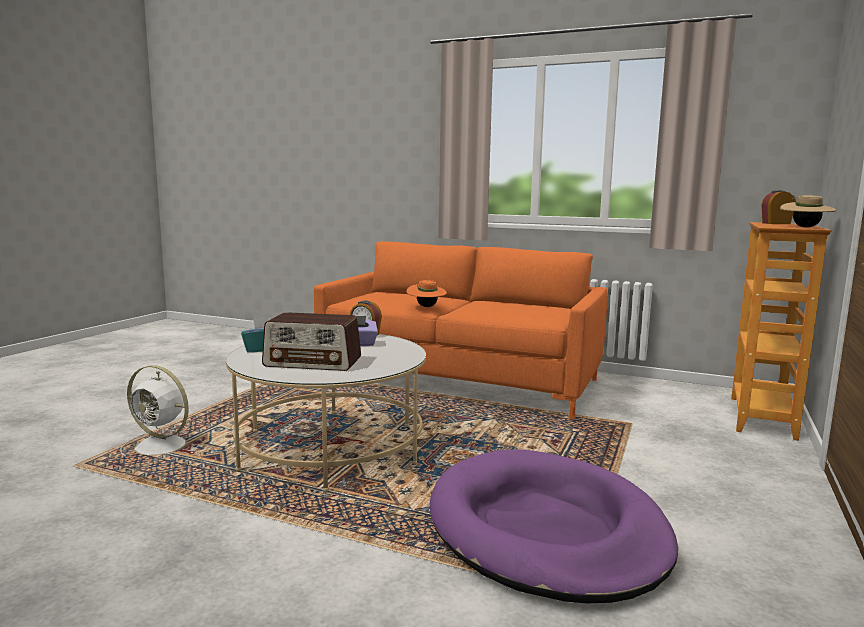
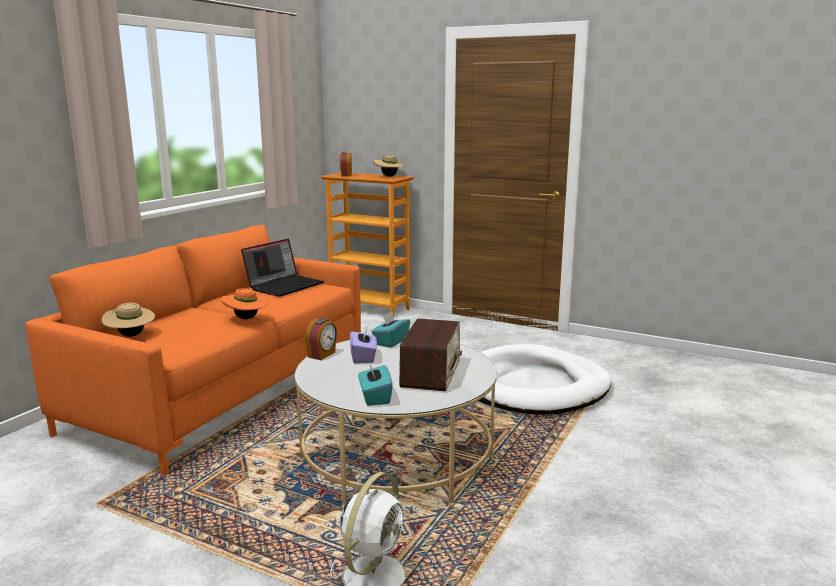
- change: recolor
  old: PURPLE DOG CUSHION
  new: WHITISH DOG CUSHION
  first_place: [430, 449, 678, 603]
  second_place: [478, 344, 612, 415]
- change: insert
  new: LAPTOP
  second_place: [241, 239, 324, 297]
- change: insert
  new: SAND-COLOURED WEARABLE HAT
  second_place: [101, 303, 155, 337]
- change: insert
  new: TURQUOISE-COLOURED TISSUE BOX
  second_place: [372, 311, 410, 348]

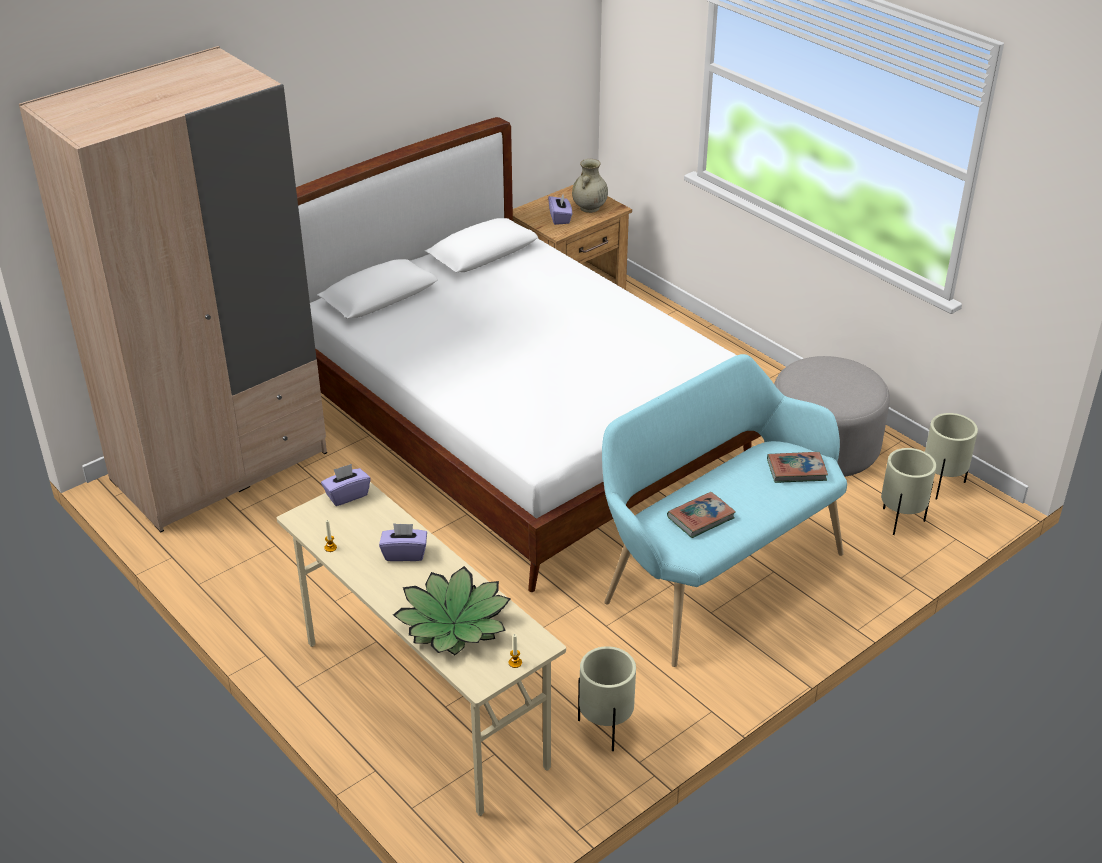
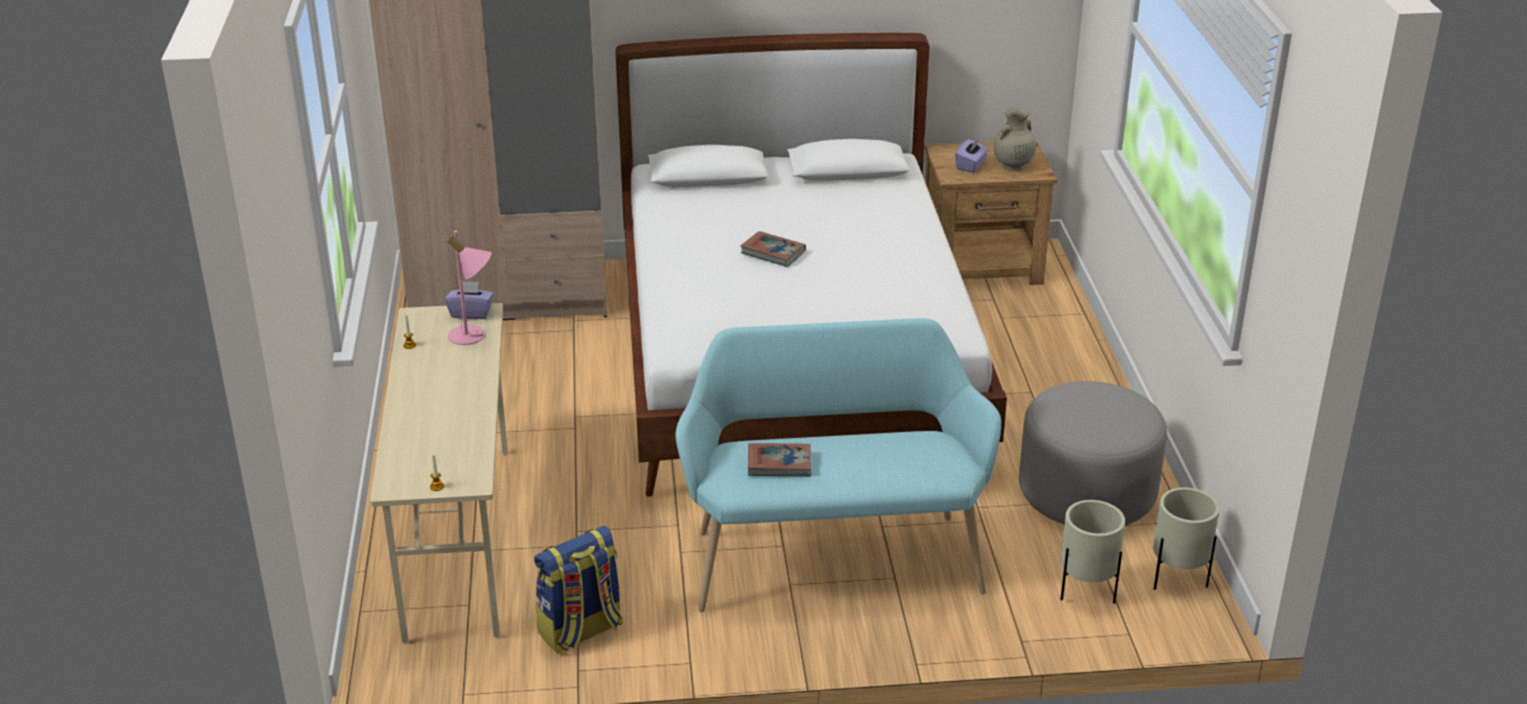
- change: move
  old: BOUND BOOK
  first_place: [767, 452, 828, 483]
  second_place: [740, 231, 806, 267]
- change: delete
  old: PURPLE TISSUE BOX
  first_place: [379, 523, 427, 561]
- change: delete
  old: POTTED PLANT
  first_place: [393, 566, 511, 655]
- change: replace
  old: SAND-COLOURED PLANT POT
  new: KNAPSACK
  first_place: [578, 646, 636, 751]
  second_place: [534, 526, 623, 654]
- change: insert
  new: PINKISH TABLE LAMP
  second_place: [443, 231, 492, 345]

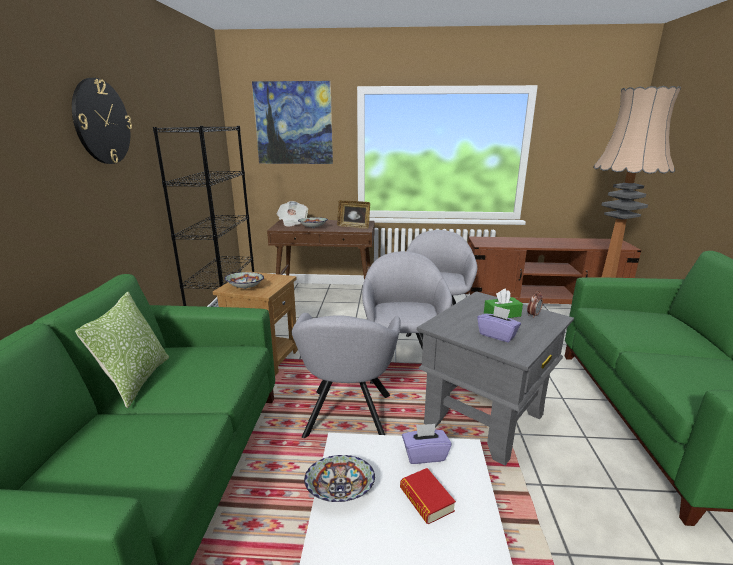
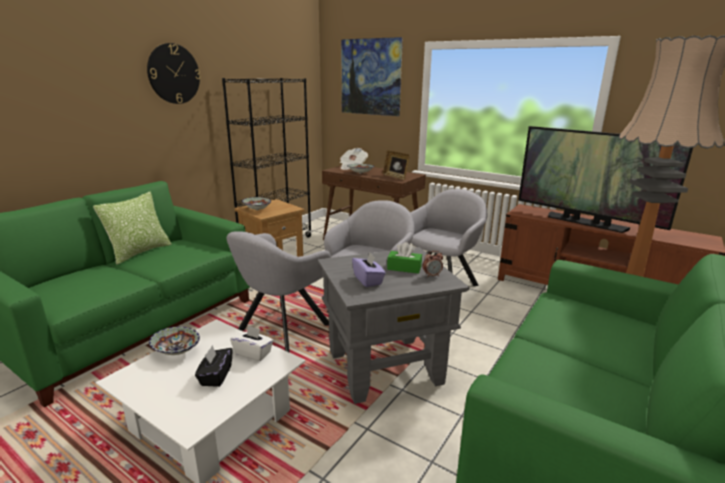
- change: recolor
  old: PURPLE TISSUE BOX
  new: WHITISH TISSUE BOX
  first_place: [402, 424, 452, 464]
  second_place: [230, 326, 274, 361]
- change: replace
  old: BOUND BOOK
  new: BLACK-COLOURED TISSUE BOX
  first_place: [400, 468, 456, 524]
  second_place: [195, 345, 232, 387]
- change: insert
  new: TV
  second_place: [518, 126, 693, 233]

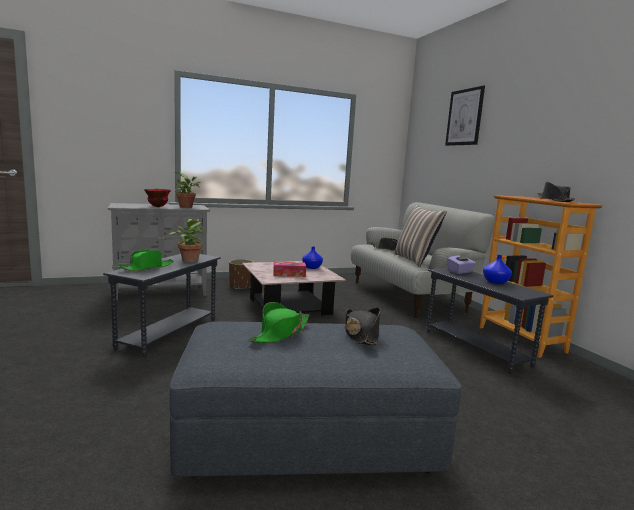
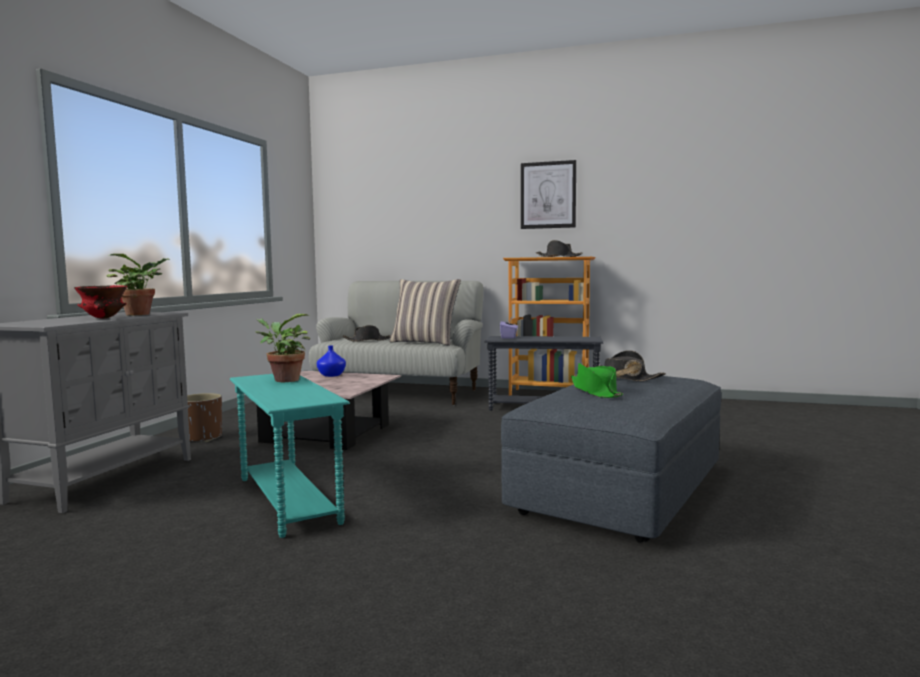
- change: move
  old: WALL PICTURE
  first_place: [445, 85, 485, 146]
  second_place: [521, 160, 576, 229]
- change: delete
  old: GREEN WEARABLE HAT
  first_place: [117, 250, 174, 271]
- change: recolor
  old: GREY END TABLE
  new: TURQUOISE-COLOURED END TABLE
  first_place: [103, 254, 221, 357]
  second_place: [230, 374, 350, 538]
- change: delete
  old: BLUE FLOWER VASE
  first_place: [483, 255, 512, 284]
- change: delete
  old: TISSUE BOX
  first_place: [273, 261, 306, 277]

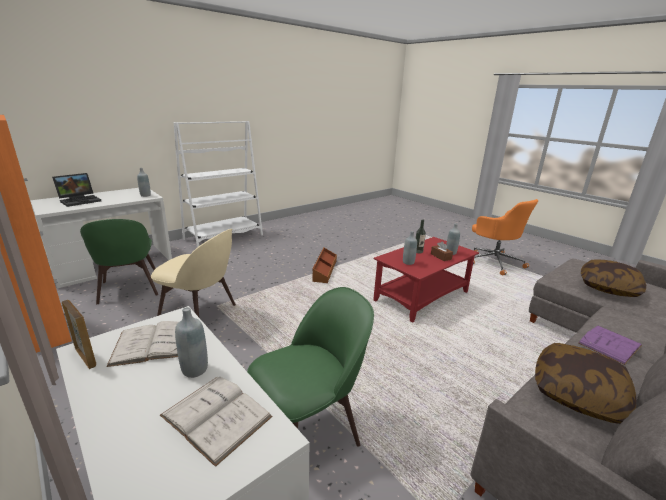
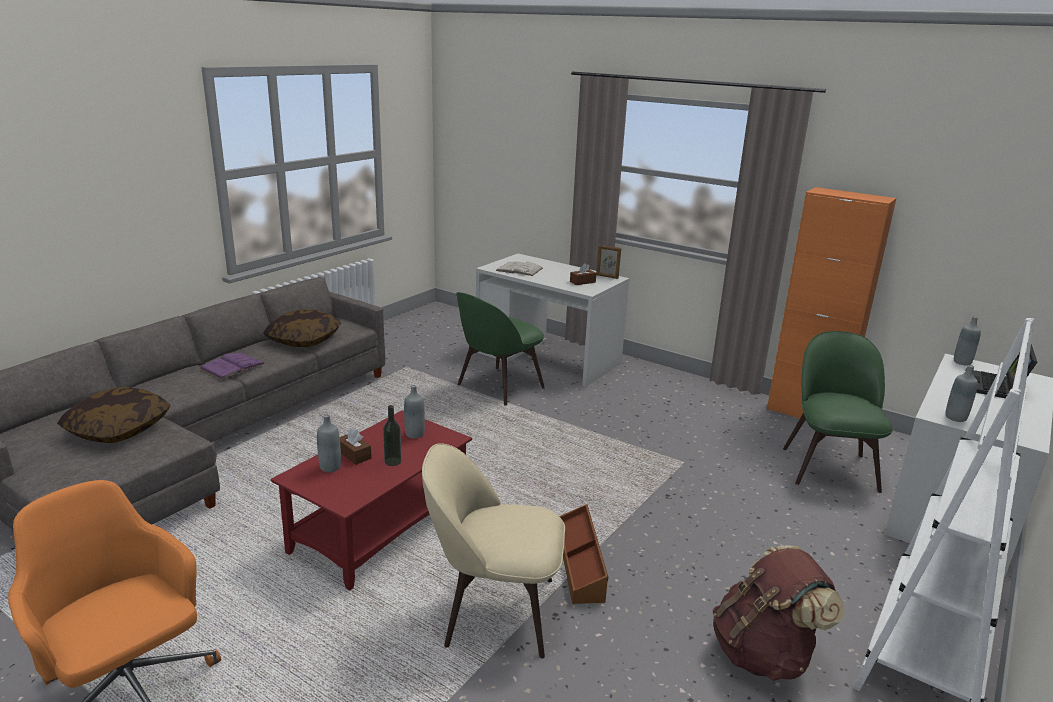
- change: rotate
  old: GREEN CHAIR
  first_place: [80, 219, 158, 304]
  second_place: [783, 331, 893, 493]
  degrees: 45
- change: move
  old: SAND-COLOURED CHAIR
  first_place: [151, 229, 236, 317]
  second_place: [422, 443, 565, 658]
- change: move
  old: GREY BOTTLE
  first_place: [175, 307, 208, 378]
  second_place: [954, 316, 981, 366]
- change: replace
  old: WHITISH BOUND BOOK
  new: BROWN-COLOURED TISSUE BOX
  first_place: [106, 321, 179, 367]
  second_place: [570, 263, 596, 285]
- change: insert
  new: BROWN-COLOURED KNAPSACK
  second_place: [713, 545, 845, 681]

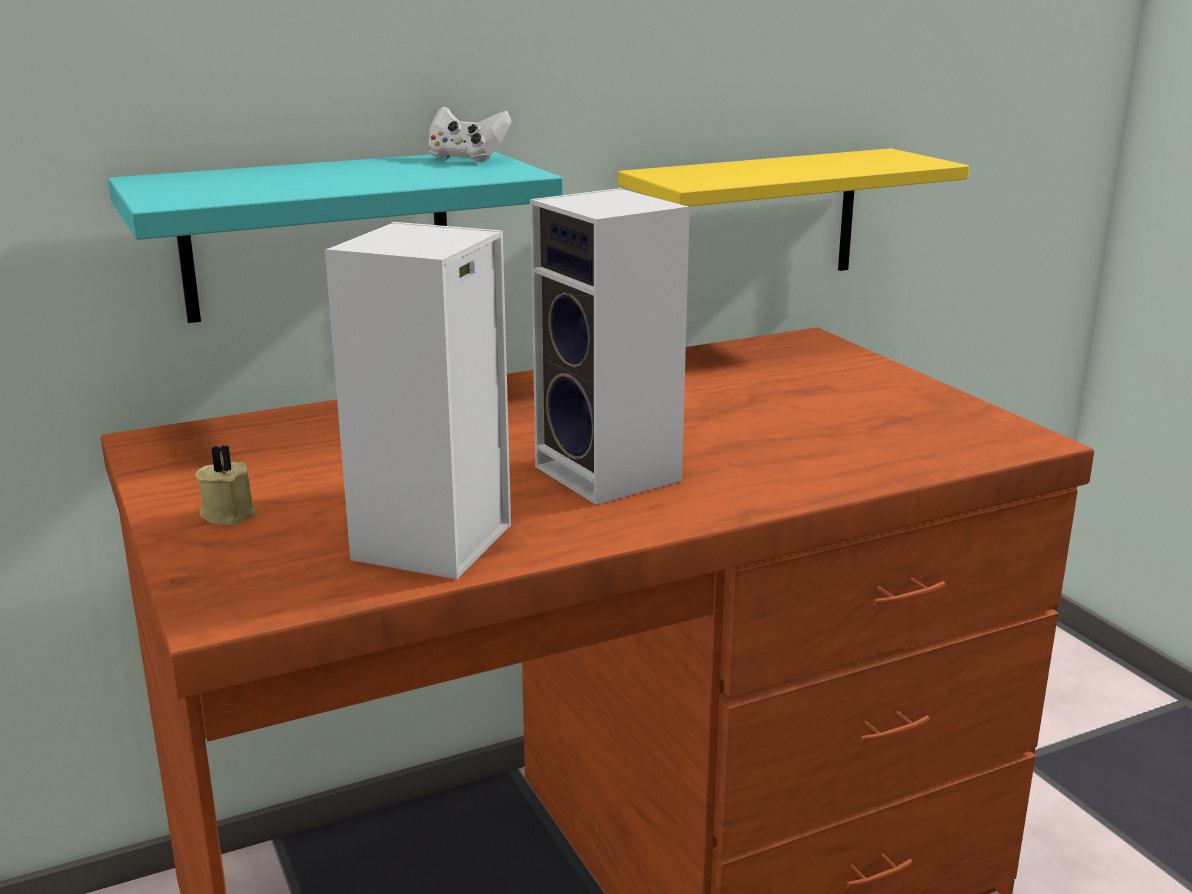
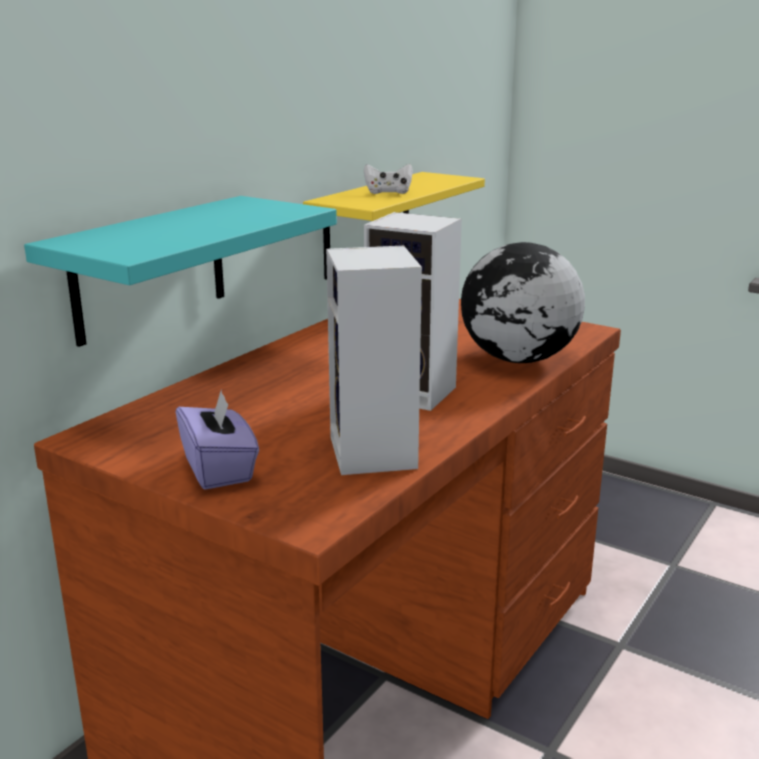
- change: move
  old: WHITISH GAME CONTROLLER
  first_place: [428, 107, 512, 161]
  second_place: [364, 164, 413, 194]
- change: replace
  old: SAND-COLOURED WAX LIGHT
  new: PURPLE TISSUE BOX
  first_place: [195, 444, 257, 525]
  second_place: [176, 390, 259, 490]
- change: insert
  new: DESK GLOBE
  second_place: [461, 242, 585, 363]

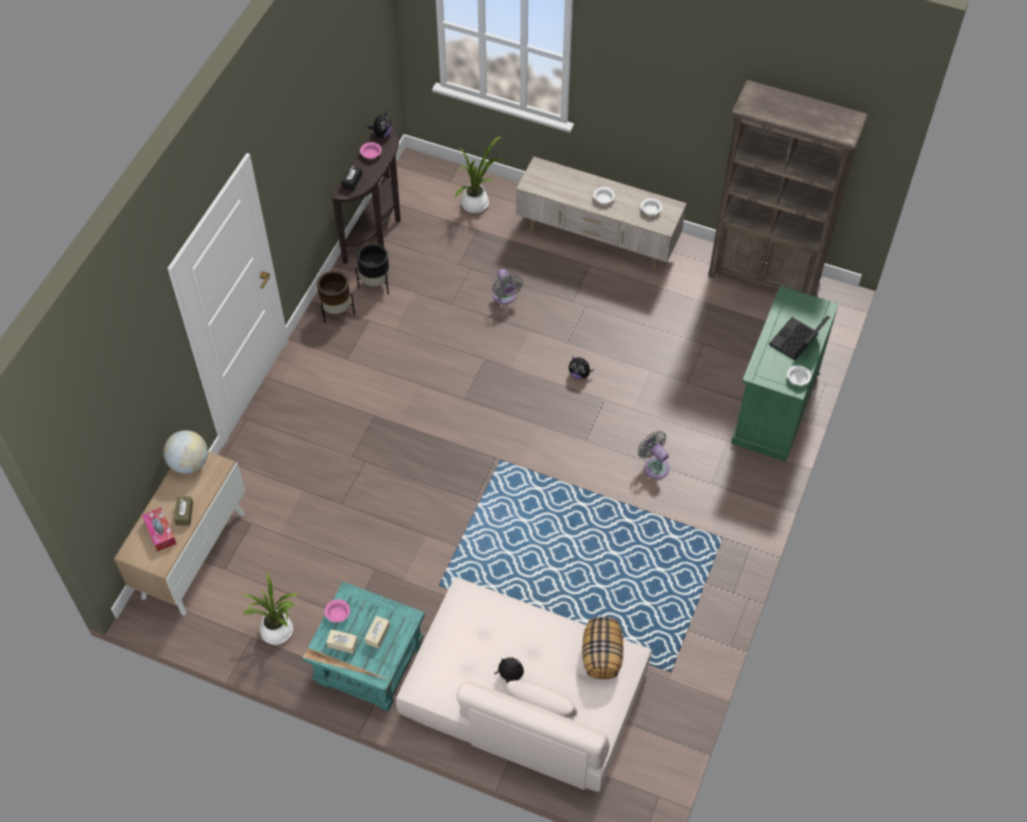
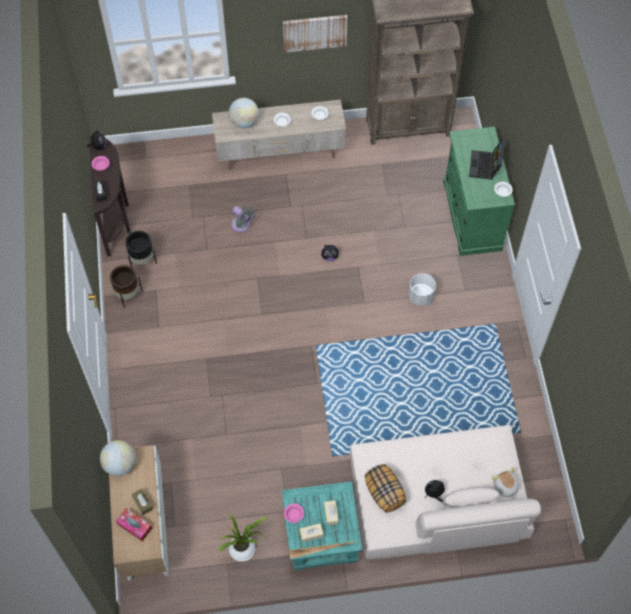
- change: delete
  old: POTTED PLANT
  first_place: [455, 136, 504, 213]
- change: replace
  old: GREY FAN
  new: WHITISH PLANT POT
  first_place: [638, 431, 670, 479]
  second_place: [409, 273, 436, 306]
- change: move
  old: THROW PILLOW
  first_place: [583, 617, 623, 679]
  second_place: [365, 464, 406, 513]
- change: insert
  new: WALL PICTURE
  second_place: [283, 15, 347, 53]
- change: insert
  new: DESK GLOBE
  second_place: [229, 98, 259, 128]
- change: insert
  new: CUDDLY TOY
  second_place: [492, 467, 519, 499]

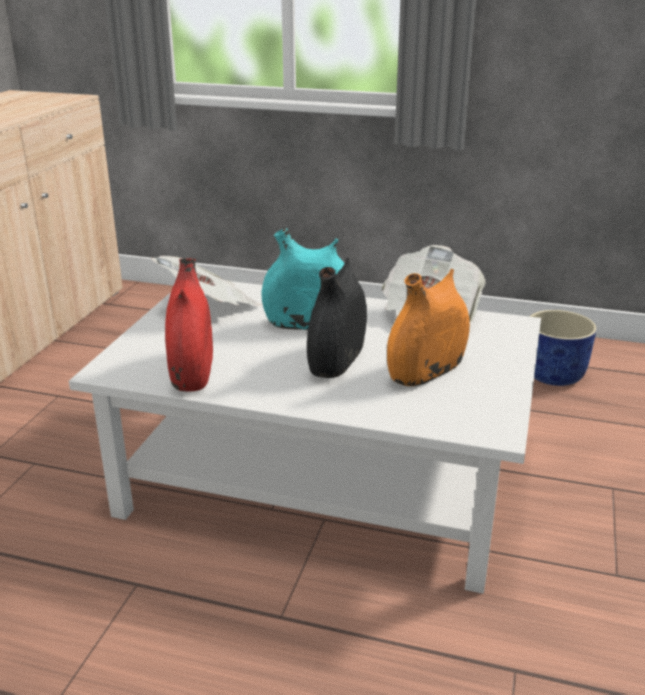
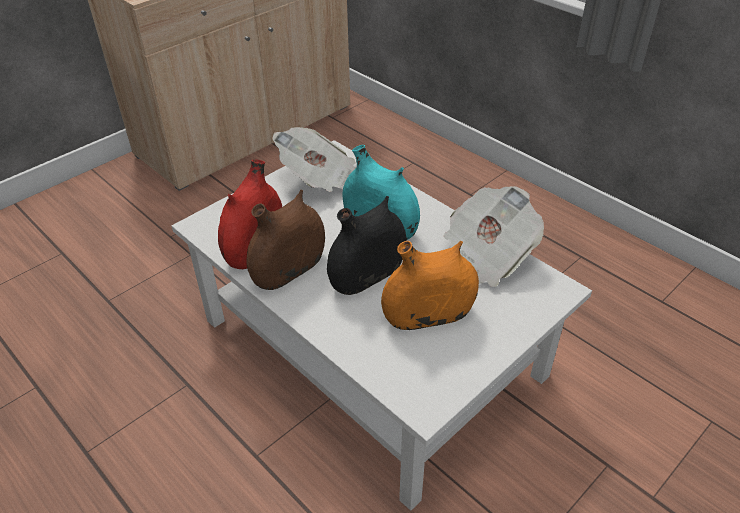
- change: delete
  old: BLUE PLANT POT
  first_place: [529, 310, 597, 386]
- change: insert
  new: BROWN-COLOURED FLOWER VASE
  second_place: [246, 190, 325, 290]

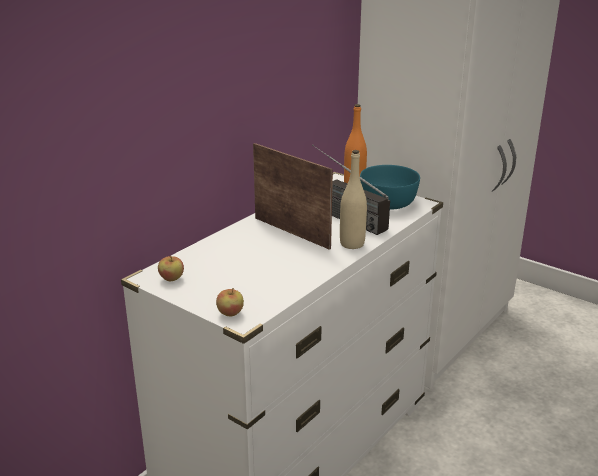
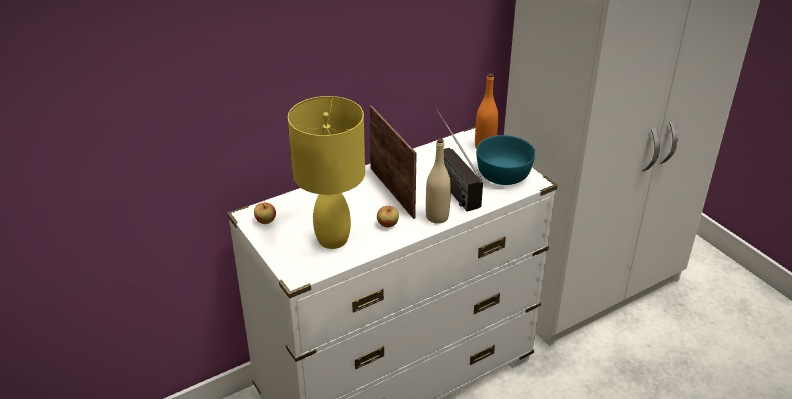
- change: move
  old: APPLE
  first_place: [216, 288, 244, 316]
  second_place: [377, 206, 399, 228]
- change: insert
  new: YELLOW-COLOURED TABLE LAMP
  second_place: [288, 96, 365, 249]

